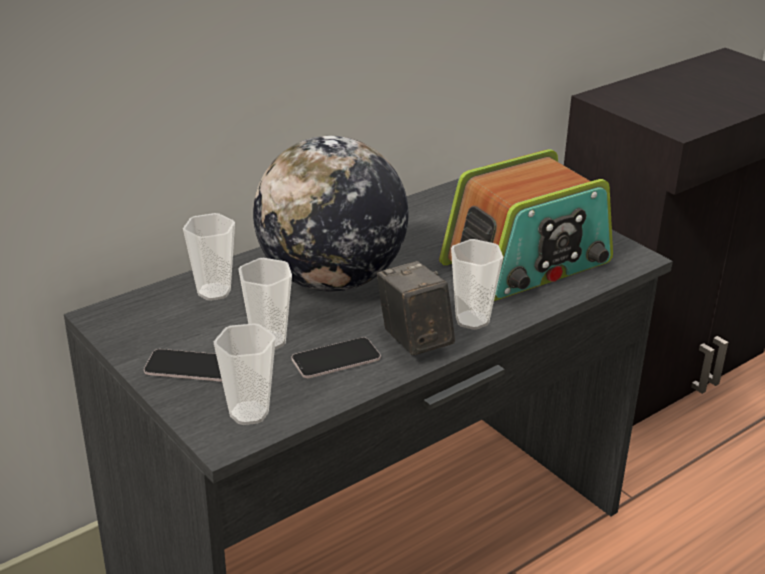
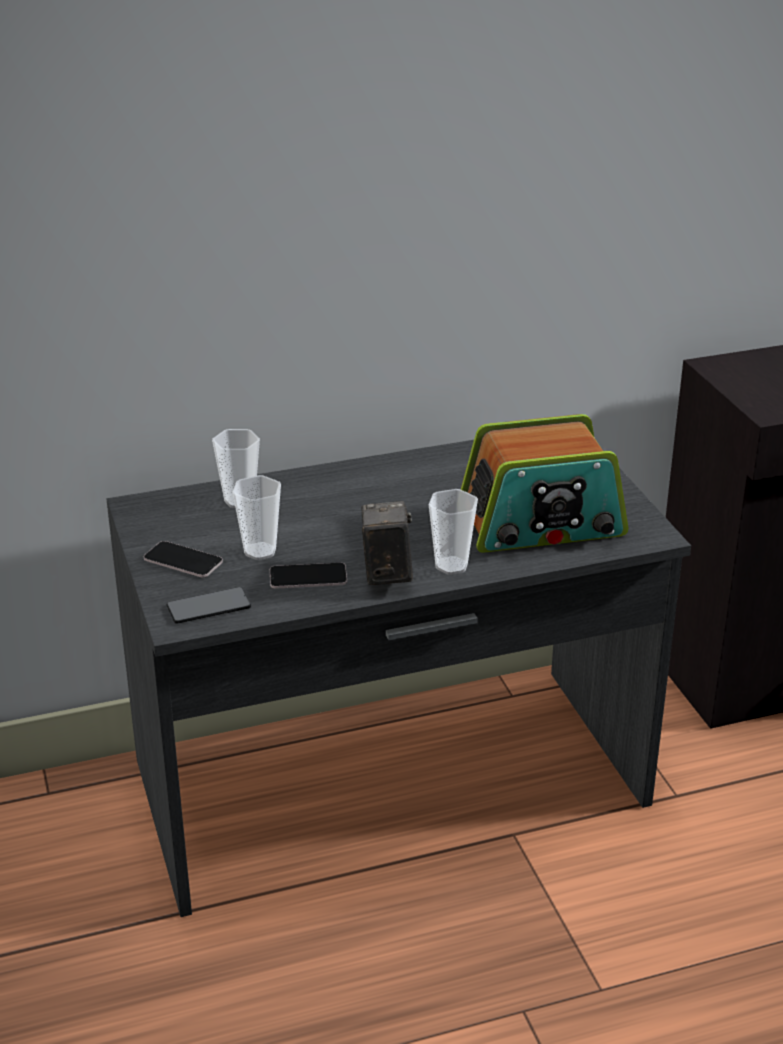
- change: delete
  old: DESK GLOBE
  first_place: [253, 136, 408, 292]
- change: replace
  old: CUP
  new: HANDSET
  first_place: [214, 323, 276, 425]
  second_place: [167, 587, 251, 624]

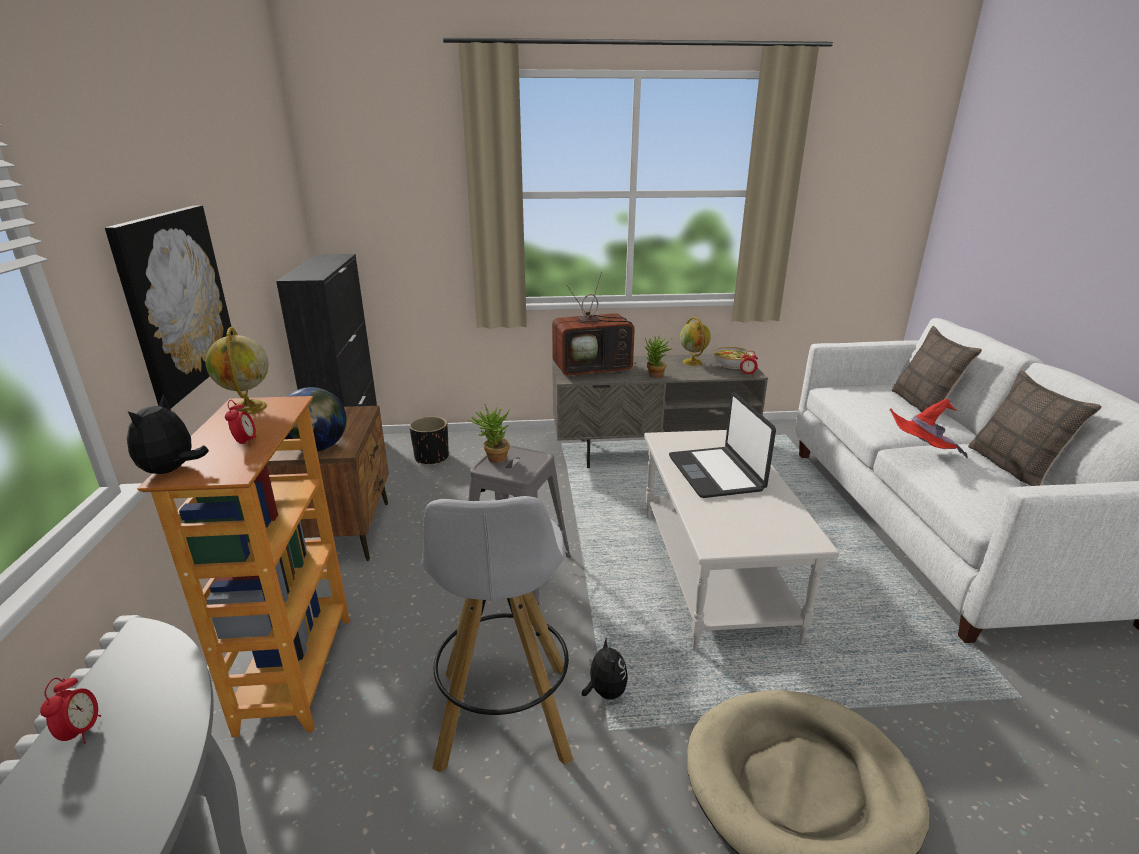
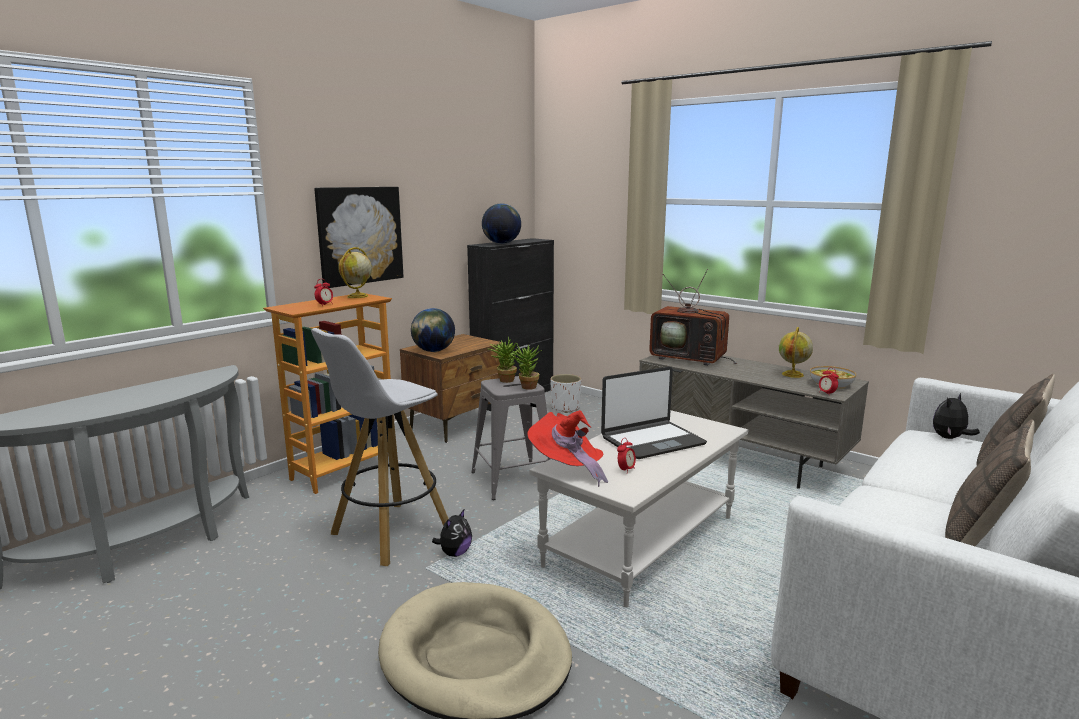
- change: move
  old: POTTED PLANT
  first_place: [645, 334, 672, 378]
  second_place: [509, 344, 542, 390]
- change: rotate
  old: LAPTOP
  first_place: [669, 392, 776, 498]
  second_place: [601, 367, 707, 459]
  degrees: -150
- change: move
  old: CUDDLY TOY
  first_place: [127, 395, 209, 474]
  second_place: [933, 393, 980, 439]
- change: move
  old: RED-COLOURED WEARABLE HAT
  first_place: [889, 399, 968, 458]
  second_place: [527, 410, 608, 487]
- change: recolor
  old: BLACK-COLOURED PLANT POT
  new: WHITISH PLANT POT
  first_place: [409, 416, 449, 464]
  second_place: [550, 374, 581, 413]
- change: move
  old: ALARM CLOCK
  first_place: [40, 678, 101, 744]
  second_place: [617, 438, 636, 474]
- change: insert
  new: DESK GLOBE
  second_place: [482, 204, 521, 244]

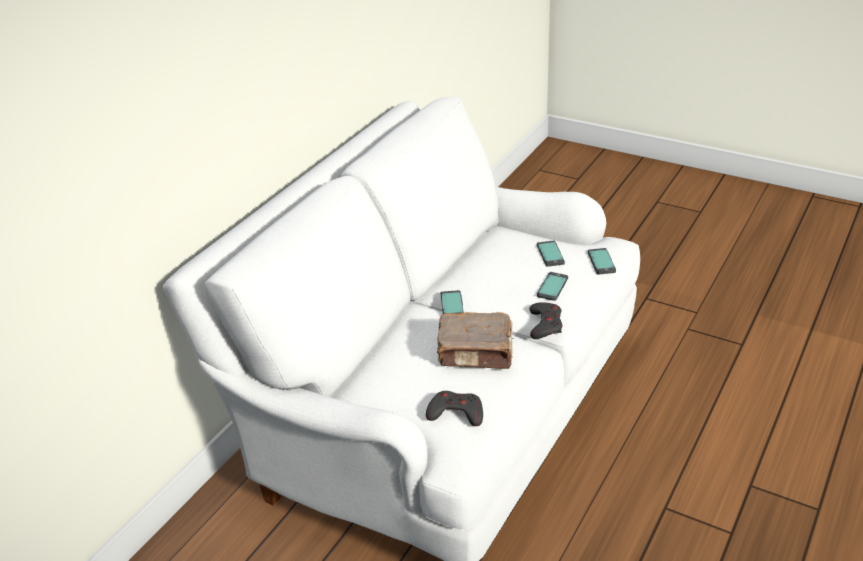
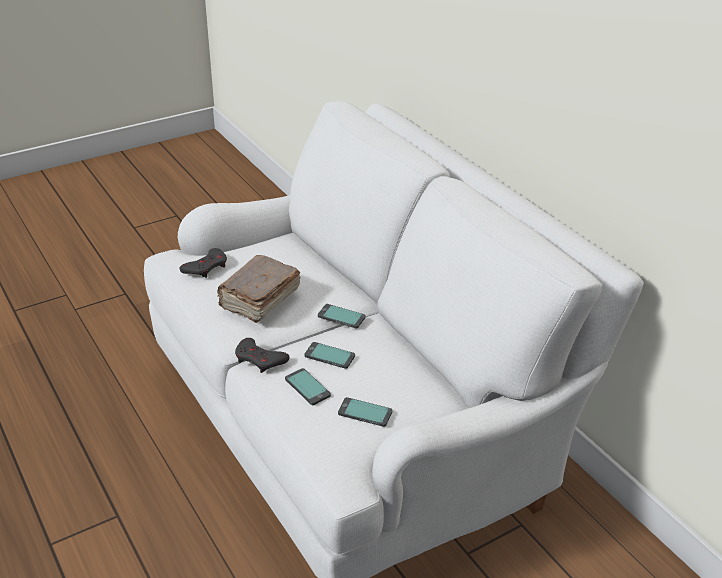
- change: move
  old: HANDSET
  first_place: [588, 248, 616, 275]
  second_place: [304, 342, 355, 369]

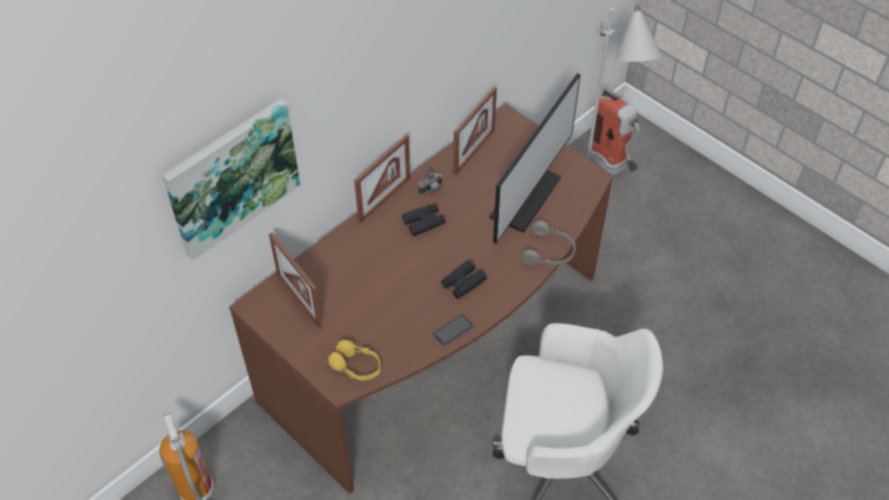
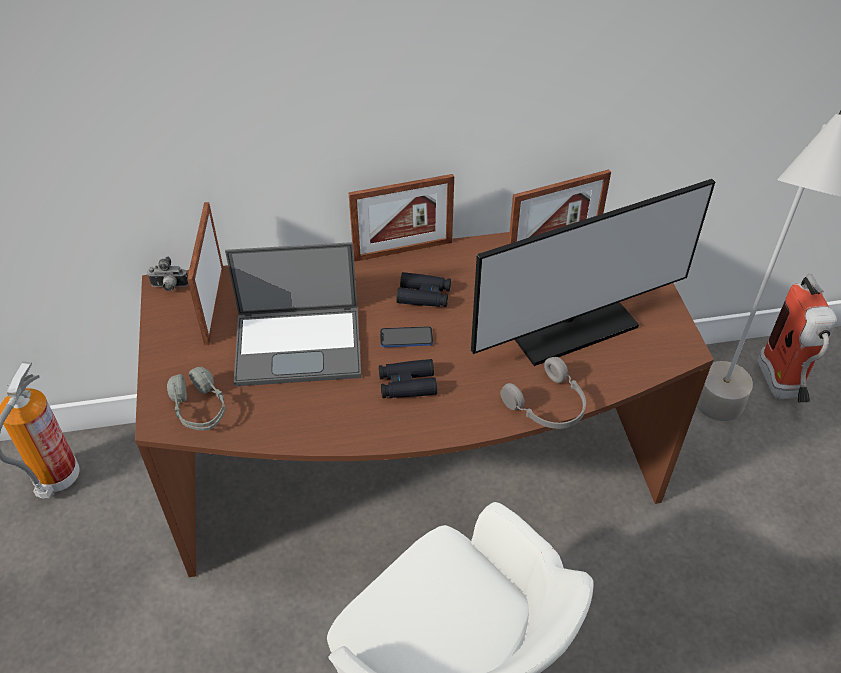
- change: delete
  old: WALL PICTURE
  first_place: [162, 99, 300, 260]
- change: move
  old: STILL CAMERA
  first_place: [418, 169, 443, 195]
  second_place: [147, 256, 188, 291]
- change: move
  old: HANDSET
  first_place: [433, 315, 473, 346]
  second_place: [380, 326, 433, 347]
- change: recolor
  old: YELLOW-COLOURED HEADSET
  new: GREY HEADSET
  first_place: [328, 340, 381, 380]
  second_place: [167, 367, 225, 431]
- change: insert
  new: LAPTOP
  second_place: [225, 242, 362, 386]

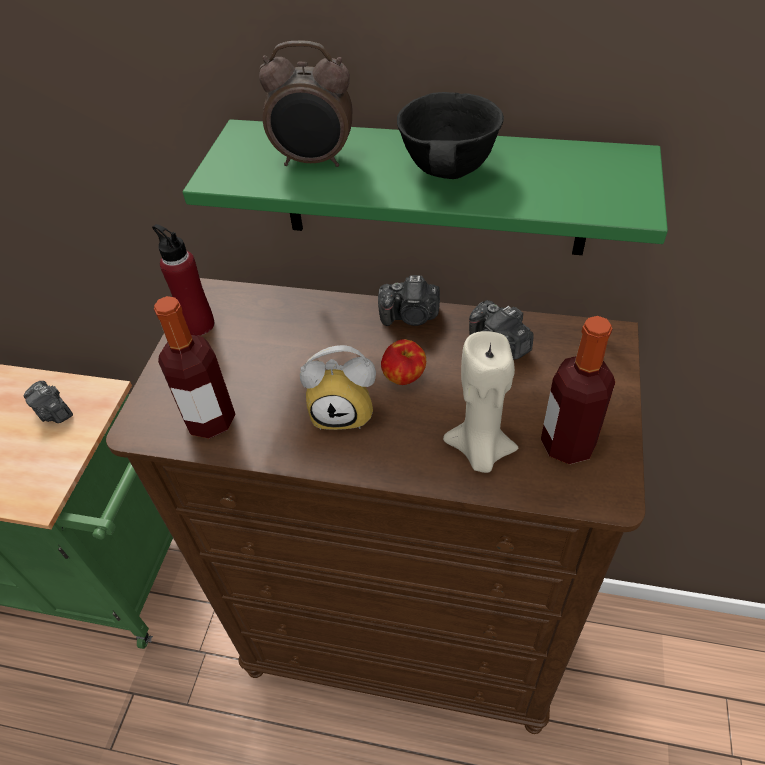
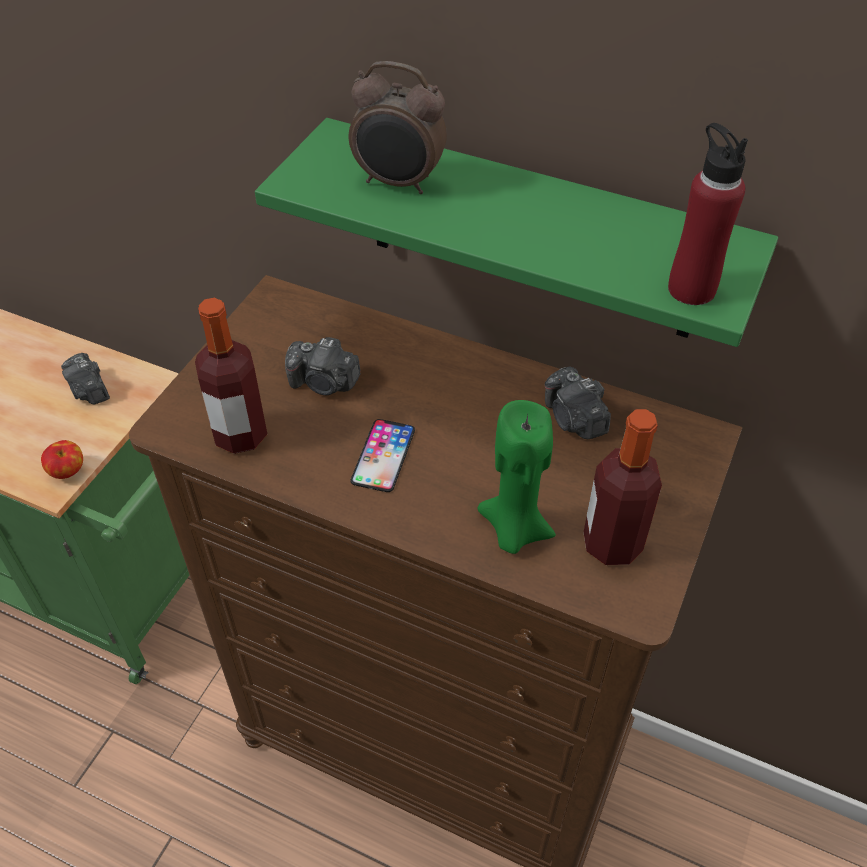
- change: delete
  old: BLACK-COLOURED SERVING BOWL
  first_place: [397, 92, 504, 179]
- change: move
  old: RED-COLOURED BOTTLE
  first_place: [152, 224, 214, 336]
  second_place: [668, 123, 748, 305]
- change: move
  old: STILL CAMERA
  first_place: [378, 275, 440, 326]
  second_place: [285, 337, 360, 395]
- change: recolor
  old: SAND-COLOURED WAX LIGHT
  new: GREEN WAX LIGHT
  first_place: [443, 331, 518, 473]
  second_place: [477, 400, 556, 554]
- change: move
  old: APPLE
  first_place: [381, 339, 426, 385]
  second_place: [41, 440, 83, 479]
- change: replace
  old: ALARM CLOCK
  new: HANDSET
  first_place: [300, 345, 376, 430]
  second_place: [350, 419, 415, 492]

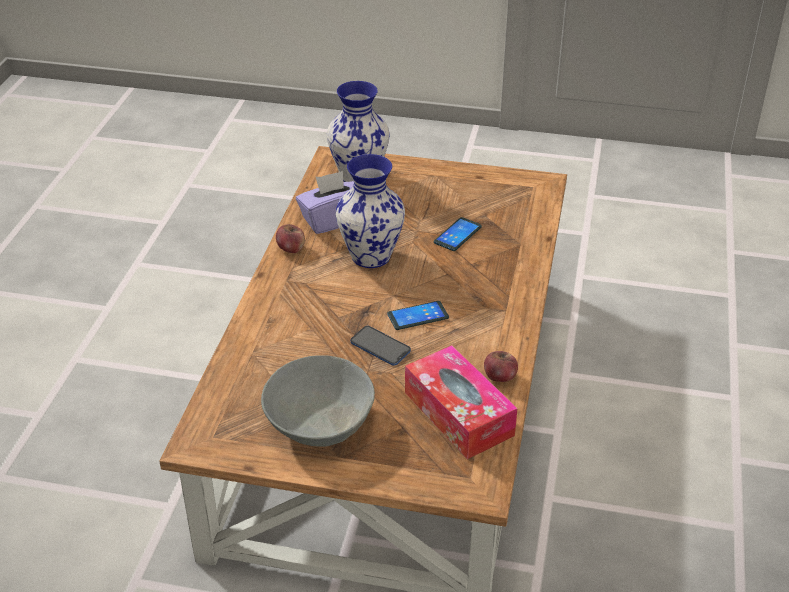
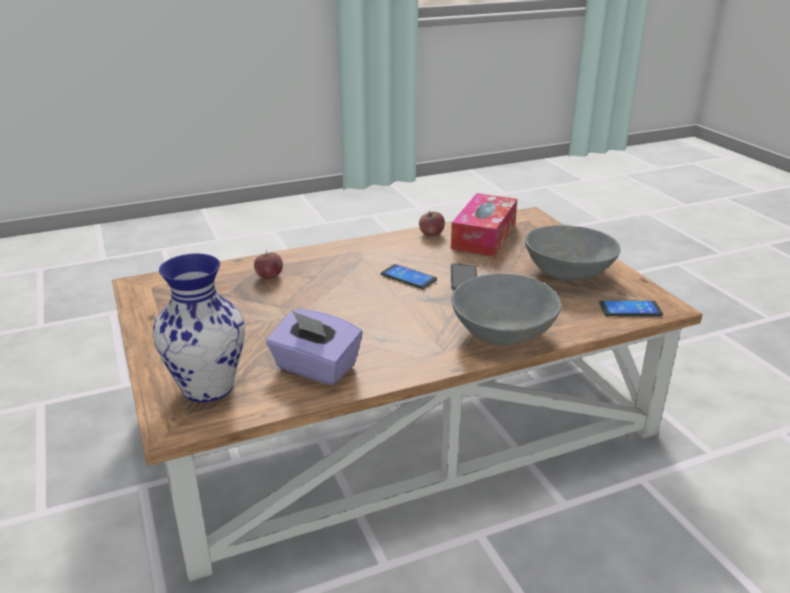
- change: delete
  old: FLOWER VASE
  first_place: [336, 154, 405, 268]
- change: move
  old: HANDSET
  first_place: [434, 217, 482, 251]
  second_place: [599, 301, 663, 316]
- change: move
  old: APPLE
  first_place: [276, 224, 305, 253]
  second_place: [254, 250, 283, 279]
- change: insert
  new: GREY SERVING BOWL
  second_place: [451, 274, 561, 345]

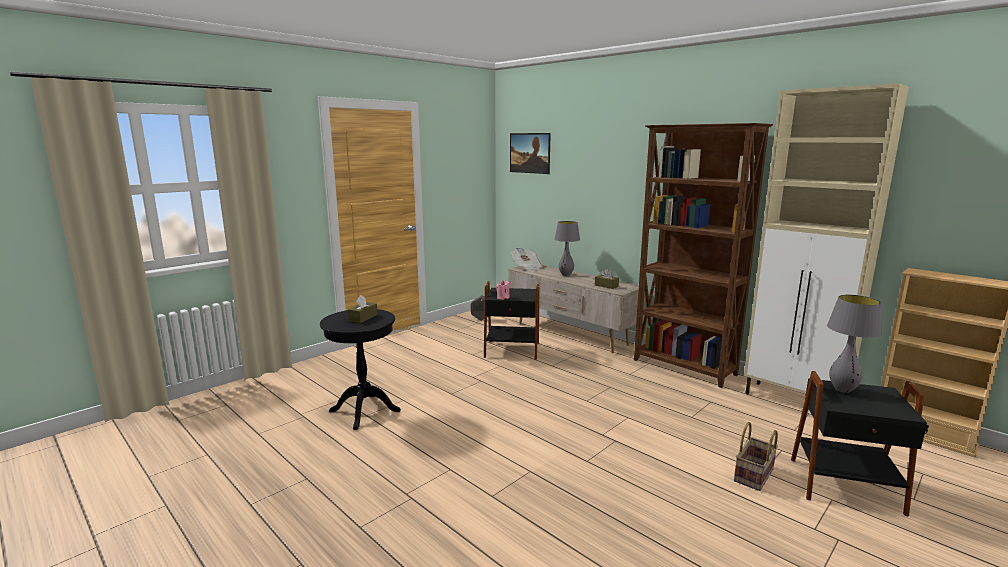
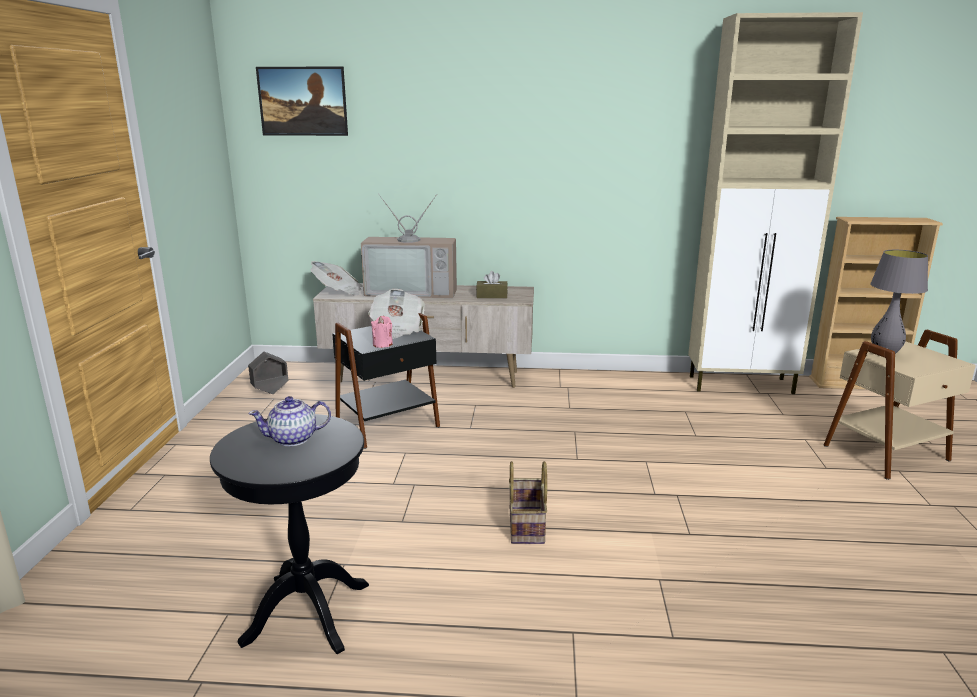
- change: delete
  old: BROWN-COLOURED BOOKSHELF
  first_place: [634, 123, 773, 388]
- change: replace
  old: GREY TABLE LAMP
  new: TV
  first_place: [554, 221, 580, 276]
  second_place: [361, 194, 457, 298]
- change: replace
  old: BROWN-COLOURED TISSUE BOX
  new: TEAPOT
  first_place: [348, 295, 378, 323]
  second_place: [248, 396, 331, 446]
- change: recolor
  old: BLACK-COLOURED END TABLE
  new: SAND-COLOURED END TABLE
  first_place: [791, 371, 927, 516]
  second_place: [823, 330, 976, 480]
- change: move
  old: BASKET
  first_place: [734, 422, 778, 491]
  second_place: [509, 461, 547, 544]
- change: insert
  new: NEWSPAPER
  second_place: [368, 289, 425, 339]

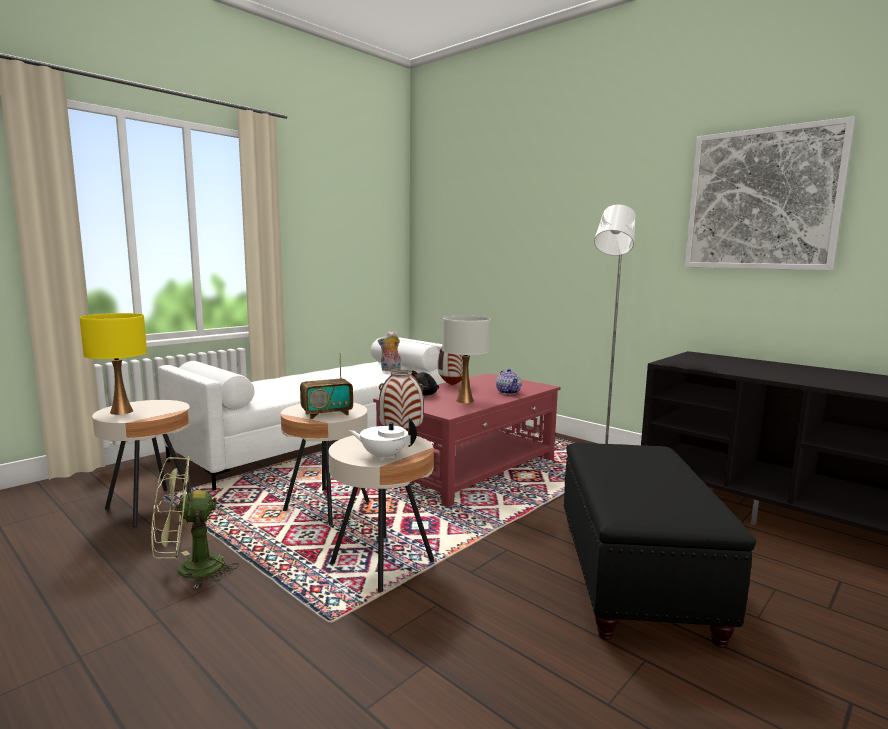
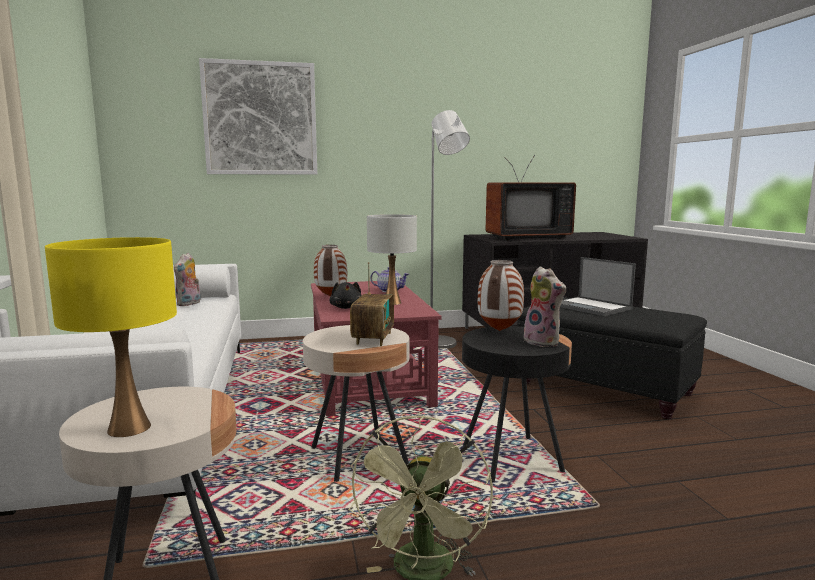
- change: move
  old: WALL PICTURE
  first_place: [685, 116, 855, 270]
  second_place: [199, 58, 317, 175]
- change: replace
  old: WHITISH TEAPOT
  new: CUDDLY TOY
  first_place: [348, 418, 417, 461]
  second_place: [522, 267, 566, 347]
- change: recolor
  old: SAND-COLOURED END TABLE
  new: BLACK-COLOURED END TABLE
  first_place: [329, 435, 434, 592]
  second_place: [462, 326, 572, 482]
- change: insert
  new: TV
  second_place: [486, 155, 576, 241]
- change: insert
  new: LAPTOP
  second_place: [560, 257, 636, 316]

